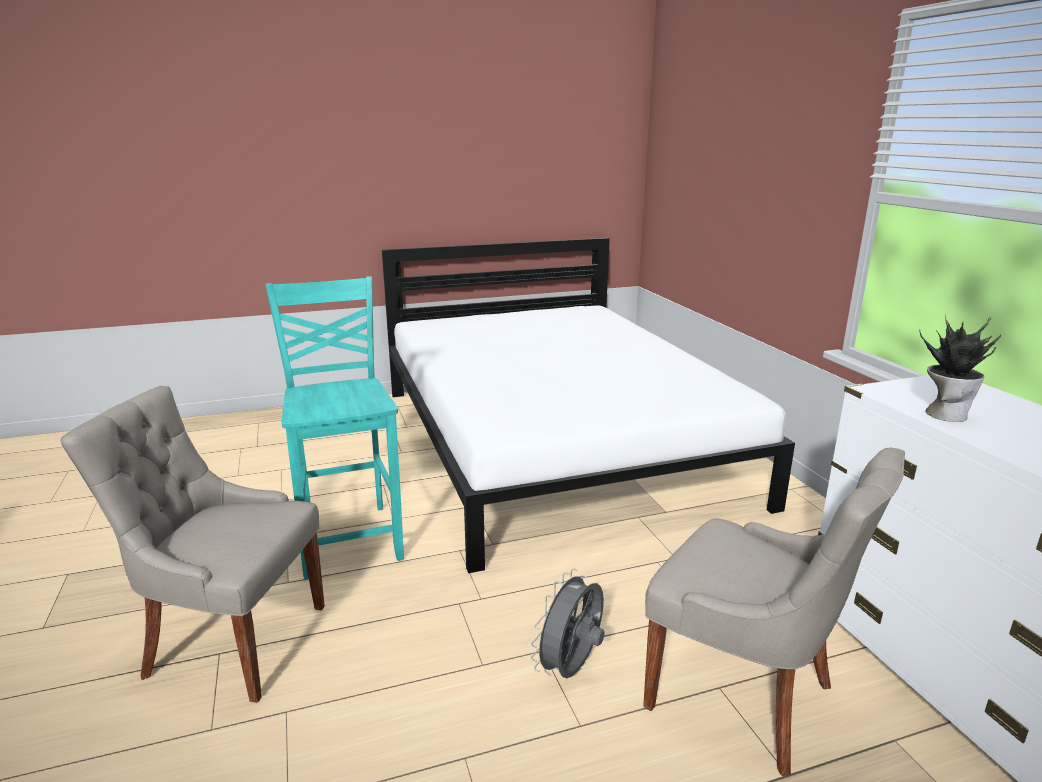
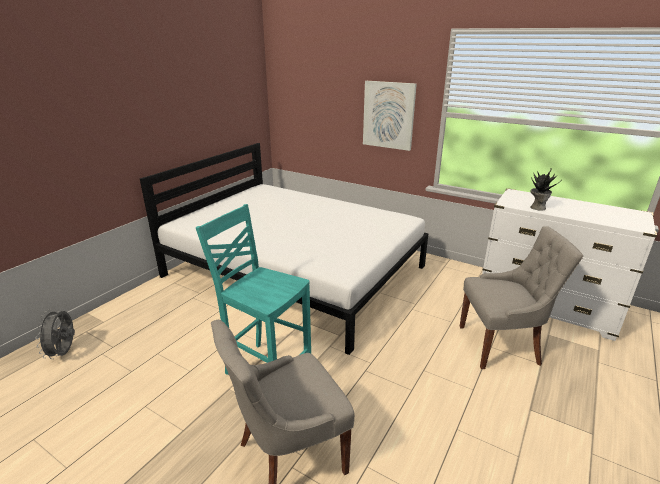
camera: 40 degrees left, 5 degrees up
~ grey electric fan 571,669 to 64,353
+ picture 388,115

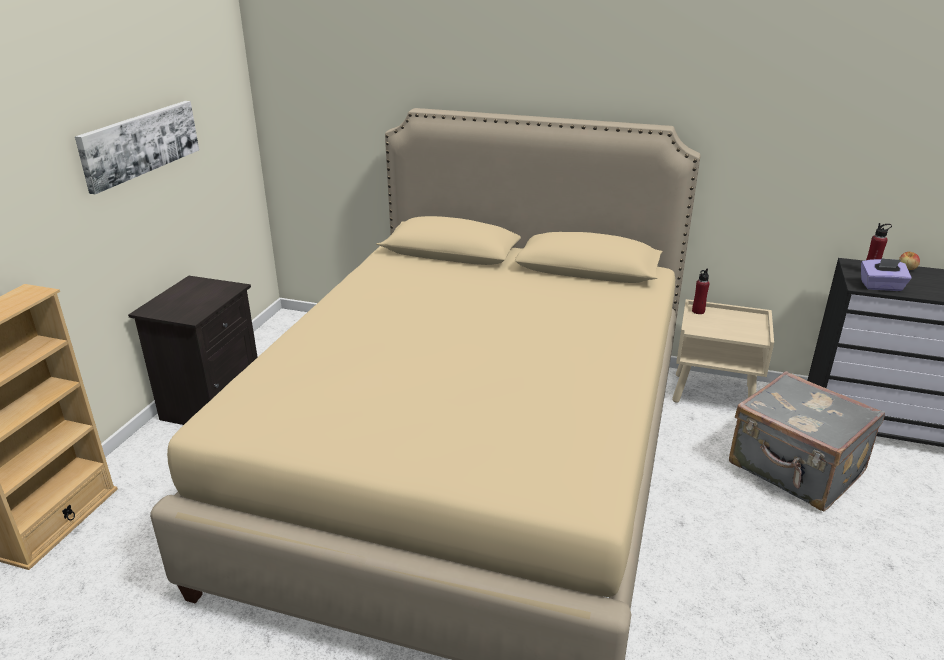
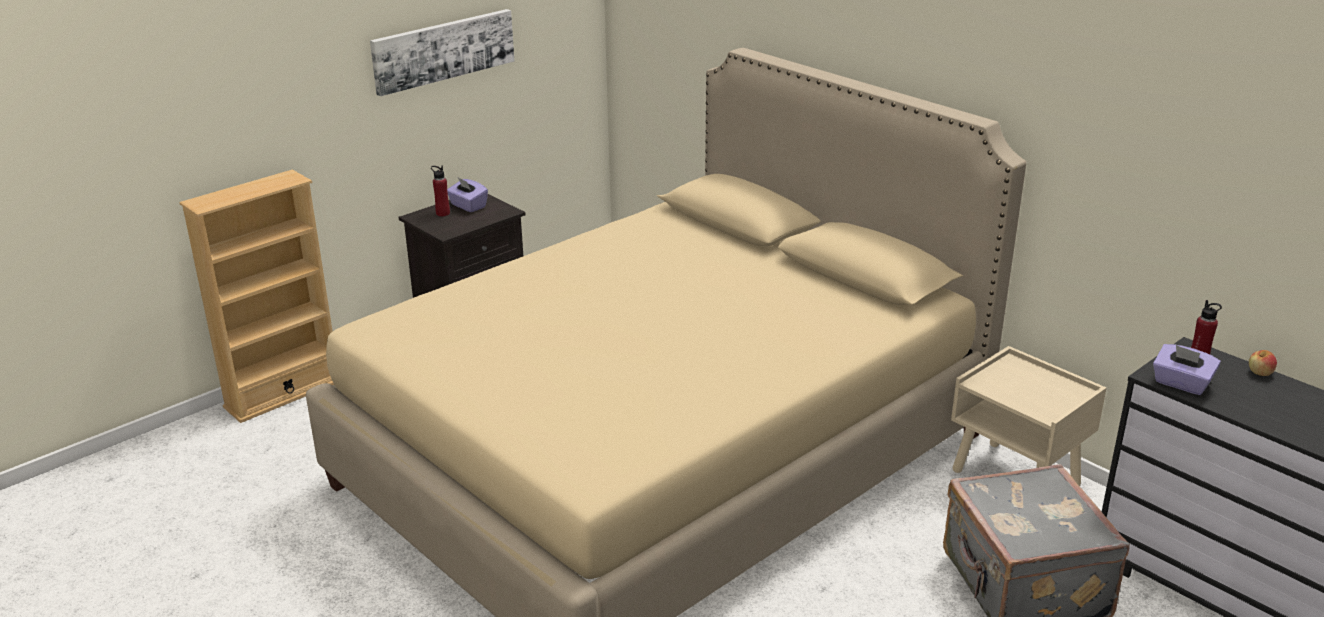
camera: 30 degrees right, 0 degrees up
~ reddish beverage bottle 698,311 to 442,213
+ purplish tissue holder 468,206

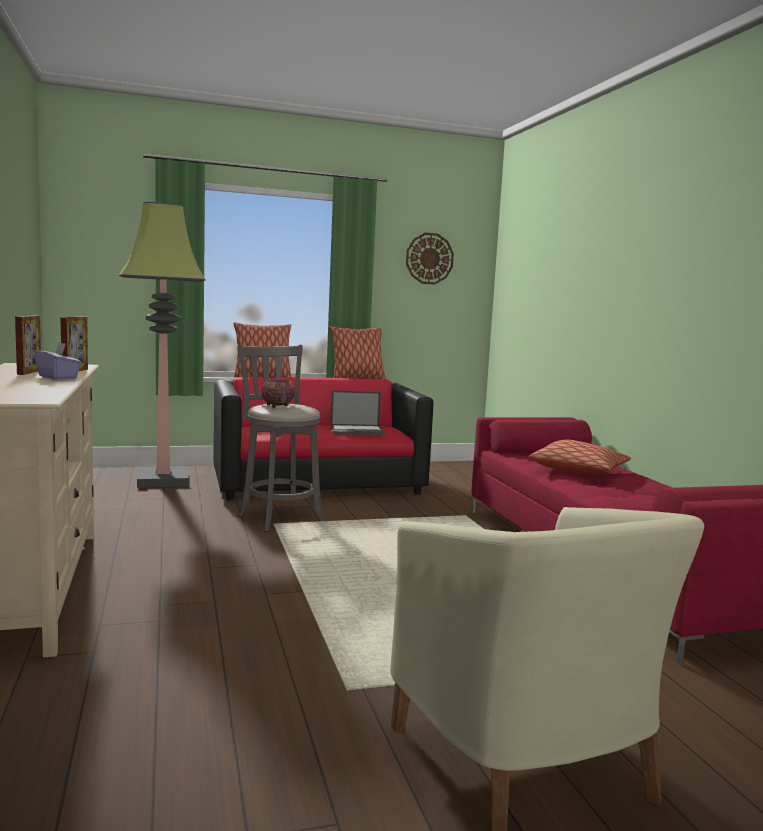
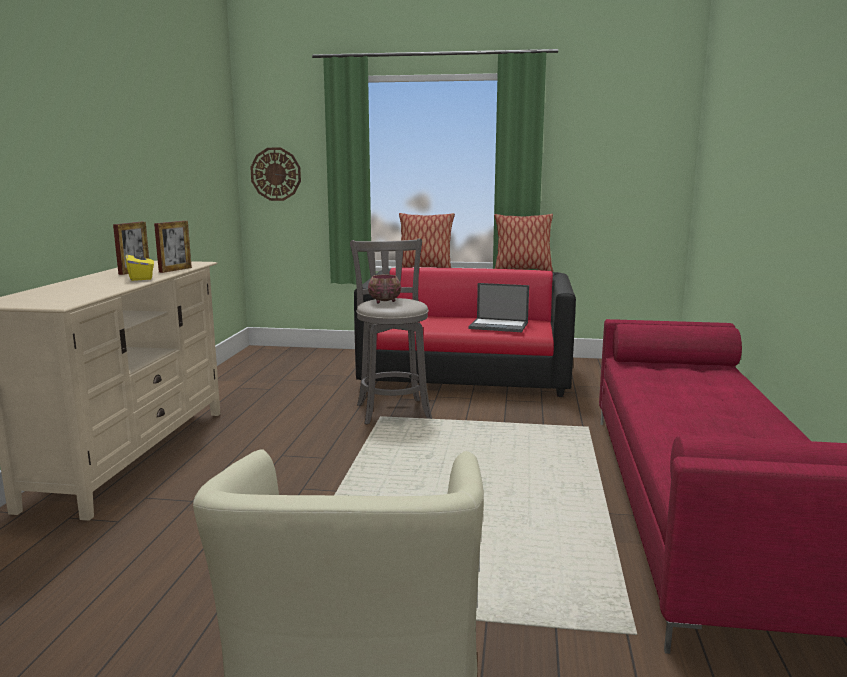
camera: 25 degrees right, 5 degrees up
~ purplish tissue holder 58,377 to yellowish tissue holder 141,278
- standard lamp 164,480
~ hanging clock 429,258 to 276,174
- pillow 579,470

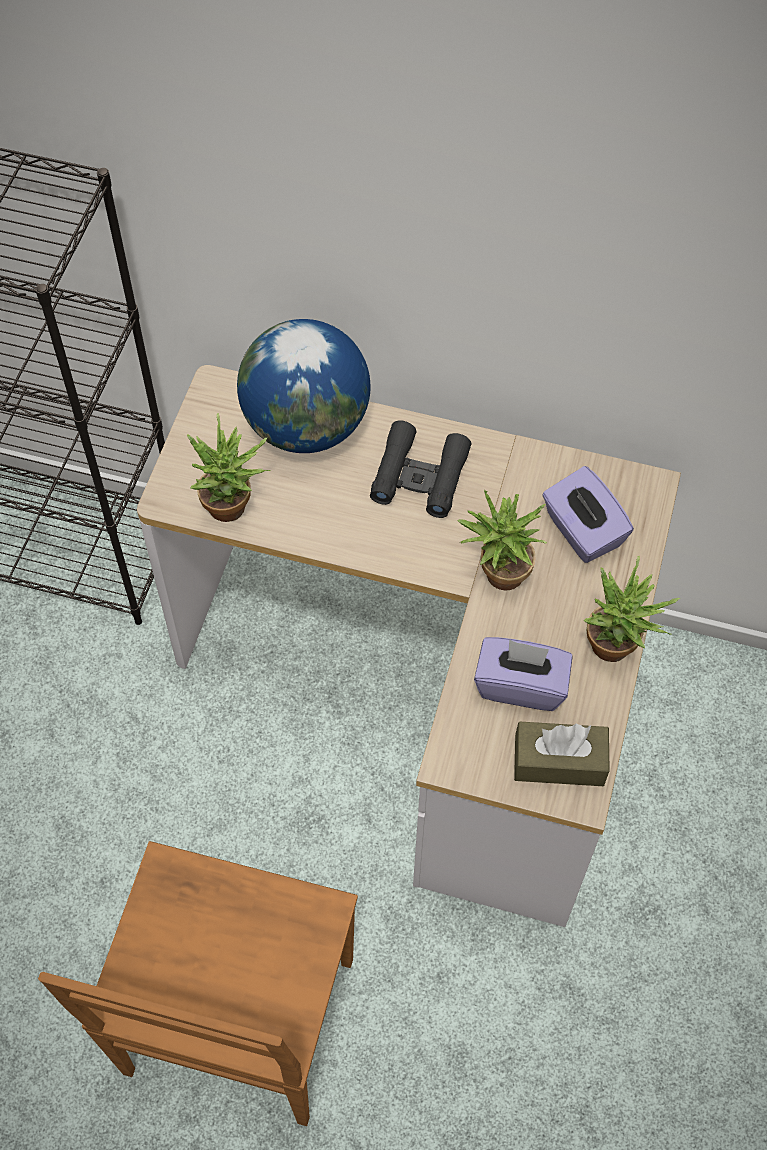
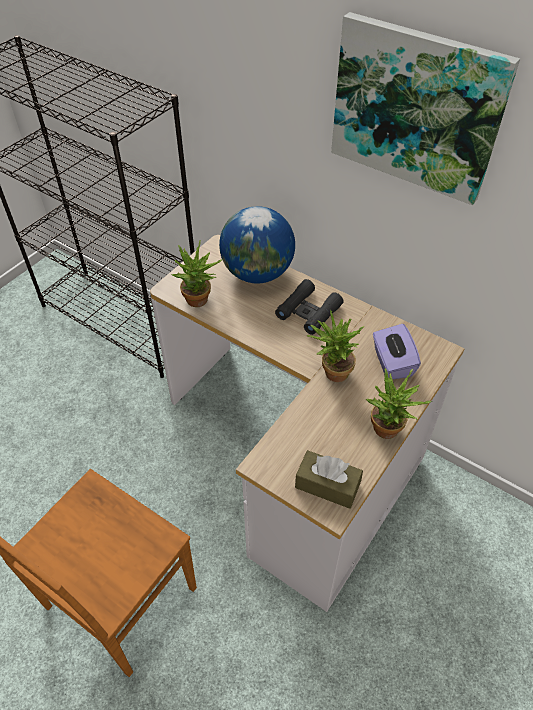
camera: 20 degrees right, 10 degrees down
- purplish tissue holder 520,685
+ picture 416,108

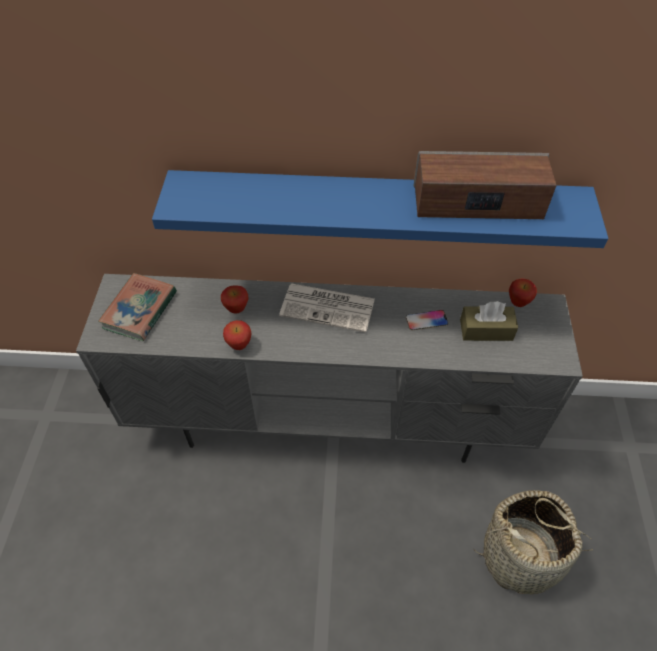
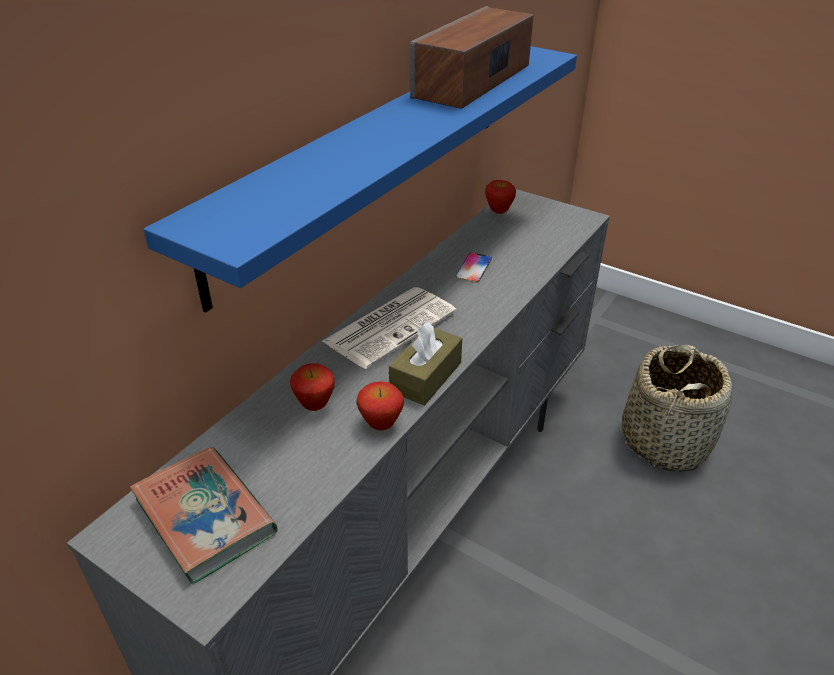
camera: 60 degrees left, 15 degrees down
~ brown-coloured tissue holder 486,330 to 426,377

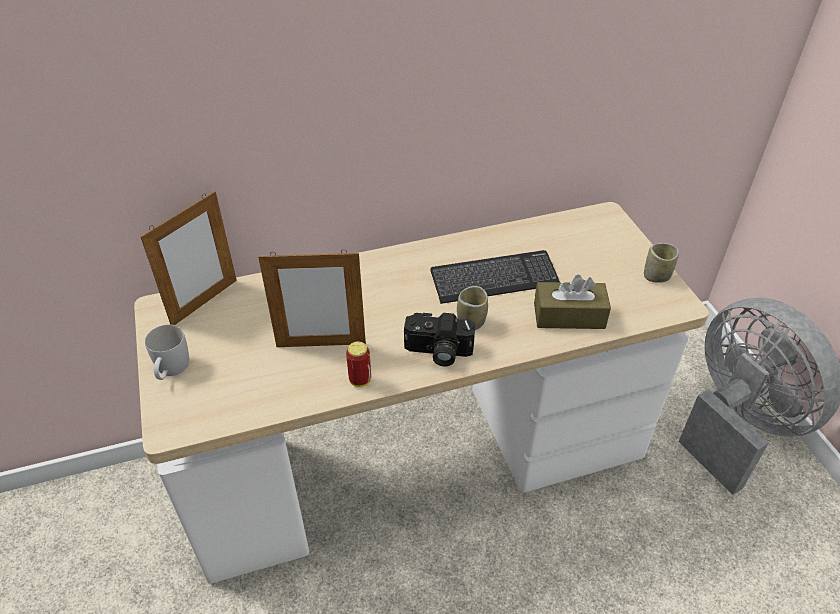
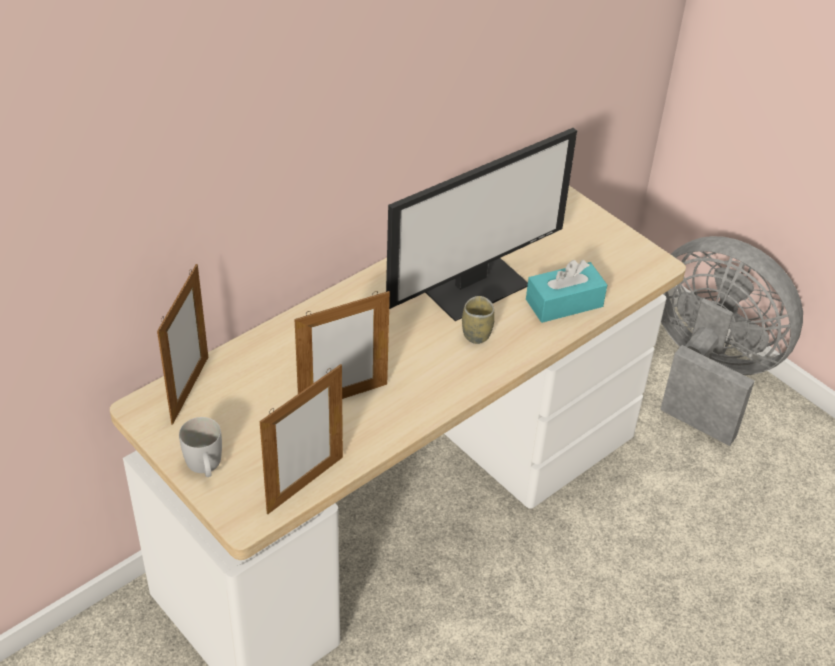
camera: 25 degrees left, 0 degrees up
- sealed can 360,380
- still camera 438,352
~ keyboard 494,279 to monitor 475,285
~ brown-coloured tissue holder 569,316 to turquoise tissue holder 564,303
- cup 656,276
+ standing frame 305,484

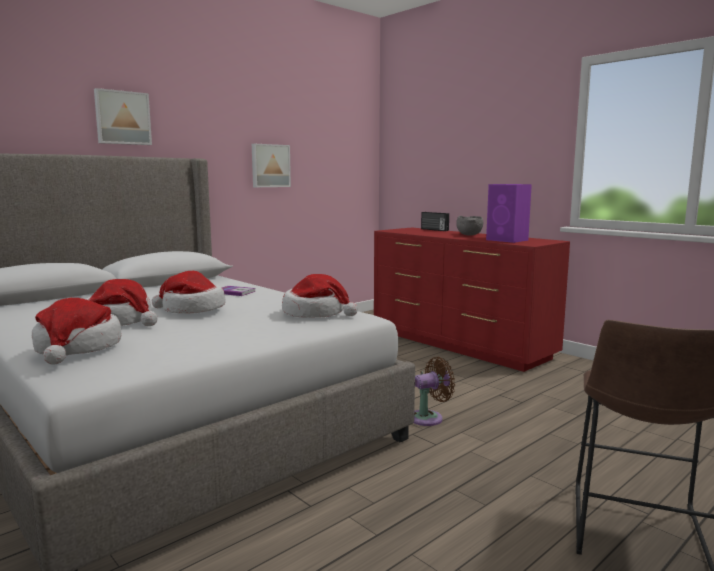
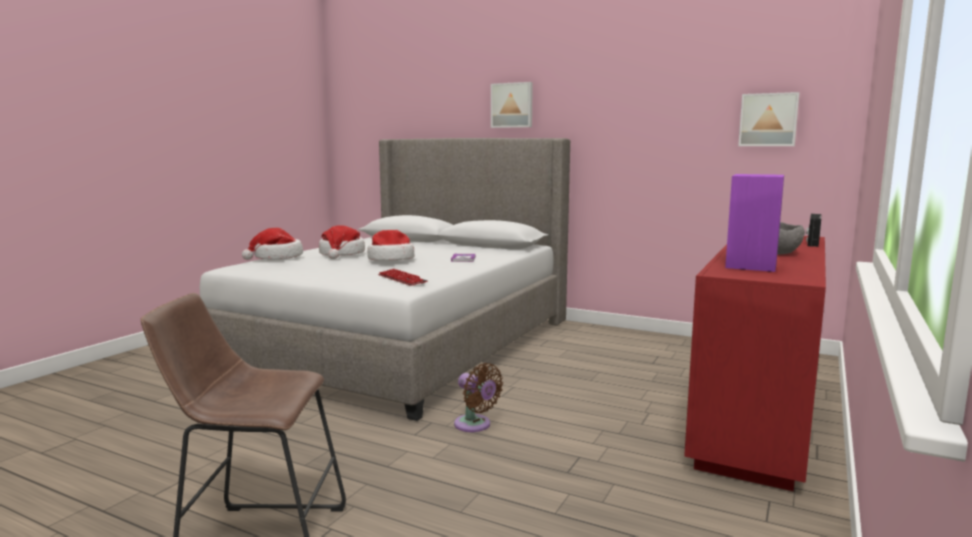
camera: 70 degrees right, 0 degrees up
~ picture 270,166 to 768,120
~ wearable hat 315,313 to keyboard 402,279

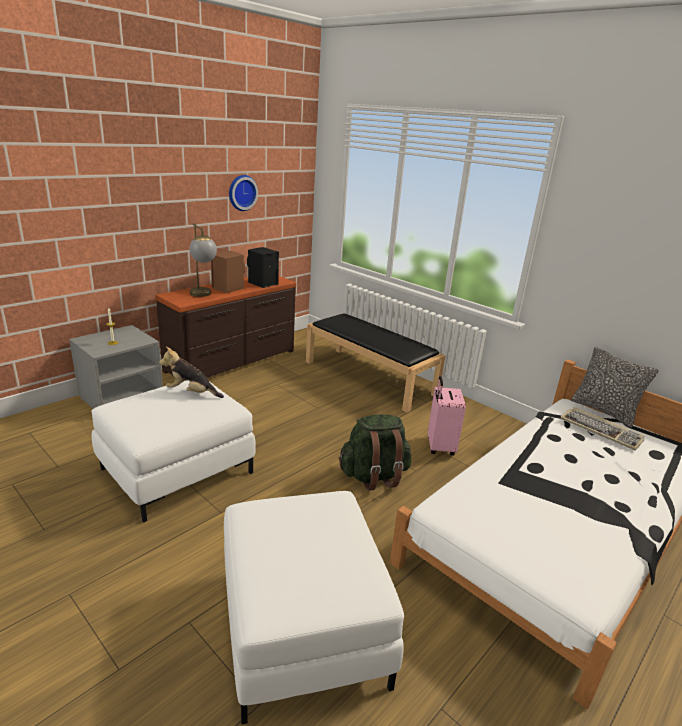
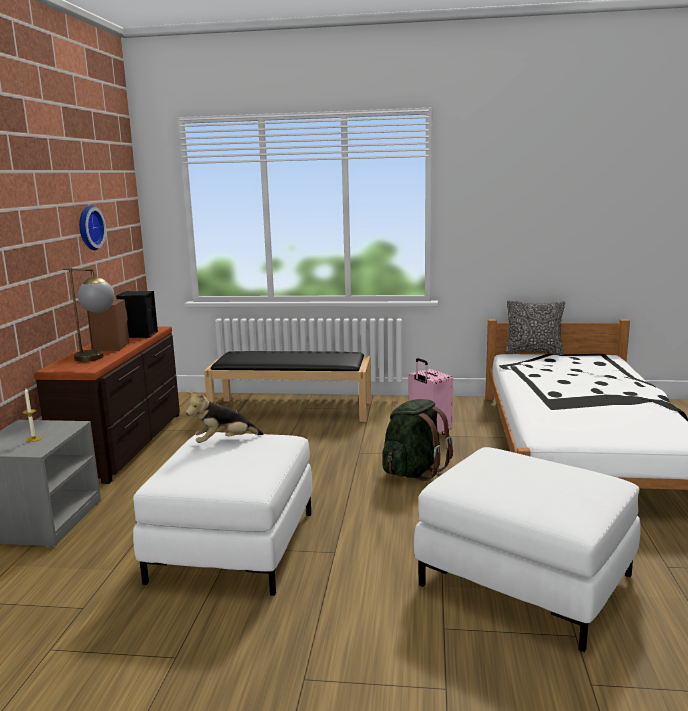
camera: 35 degrees left, 10 degrees down
- keyboard 601,430

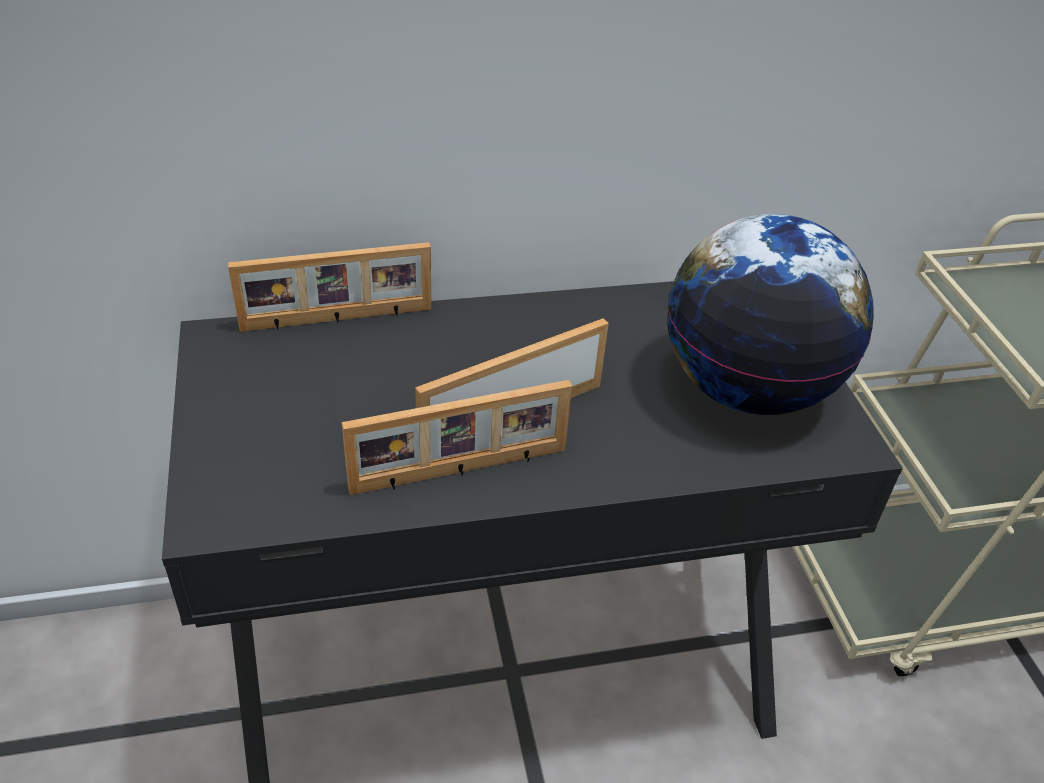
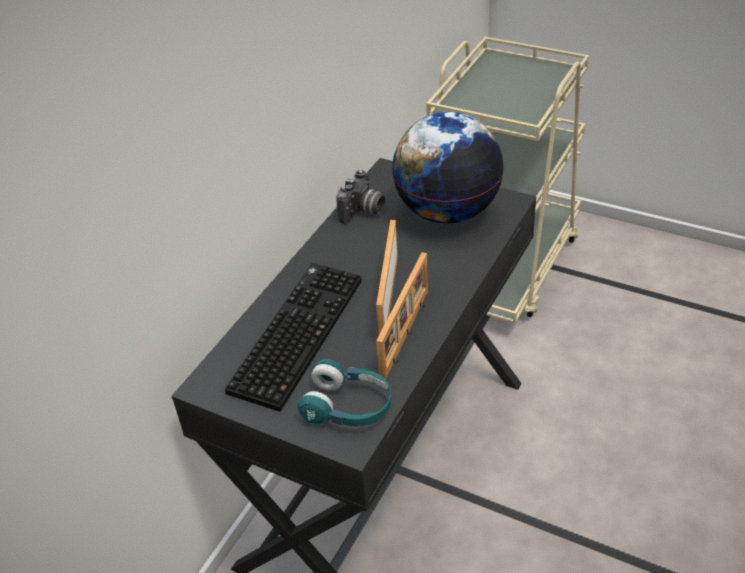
camera: 45 degrees left, 0 degrees up
- standing frame 337,319
+ keyboard 295,332
+ turquoise pair of headphones 348,407
+ still camera 363,212

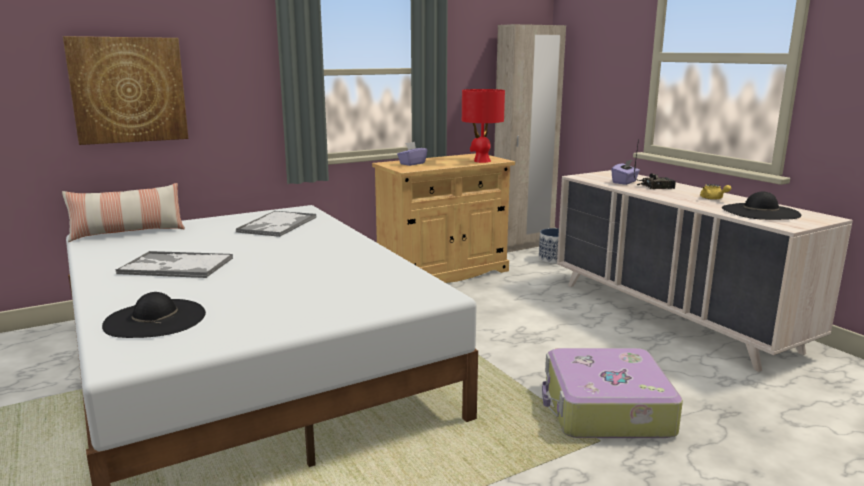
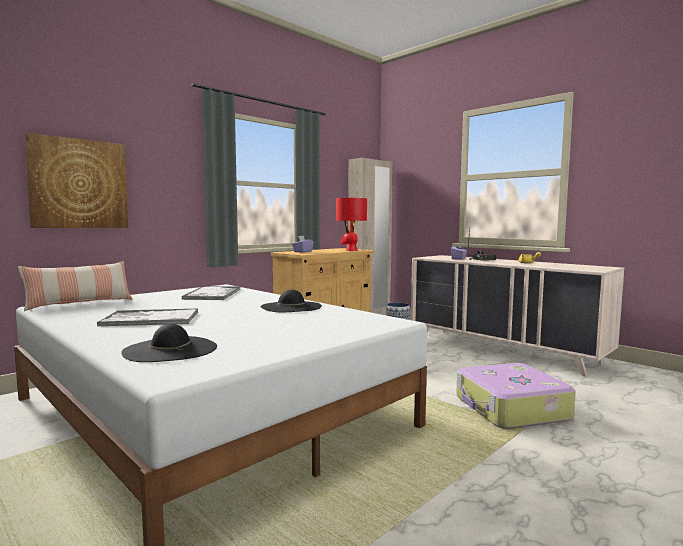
camera: 15 degrees left, 10 degrees down
~ blackish wearable hat 760,212 to 291,307

